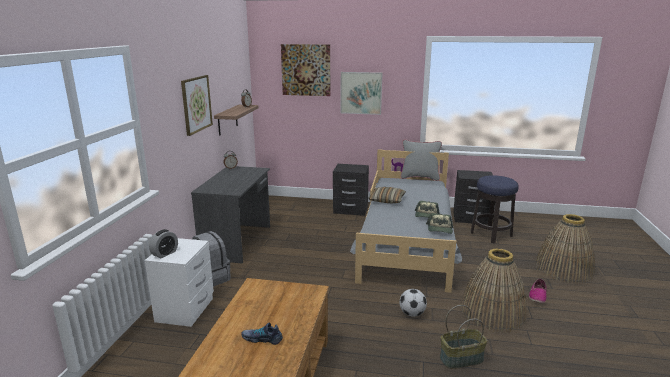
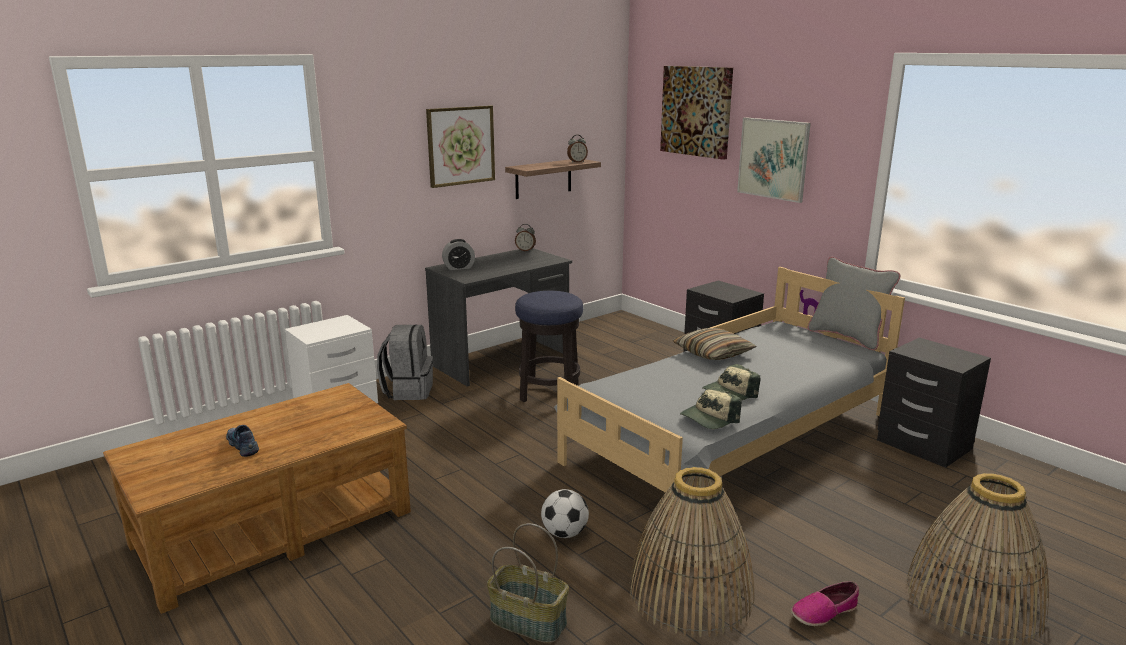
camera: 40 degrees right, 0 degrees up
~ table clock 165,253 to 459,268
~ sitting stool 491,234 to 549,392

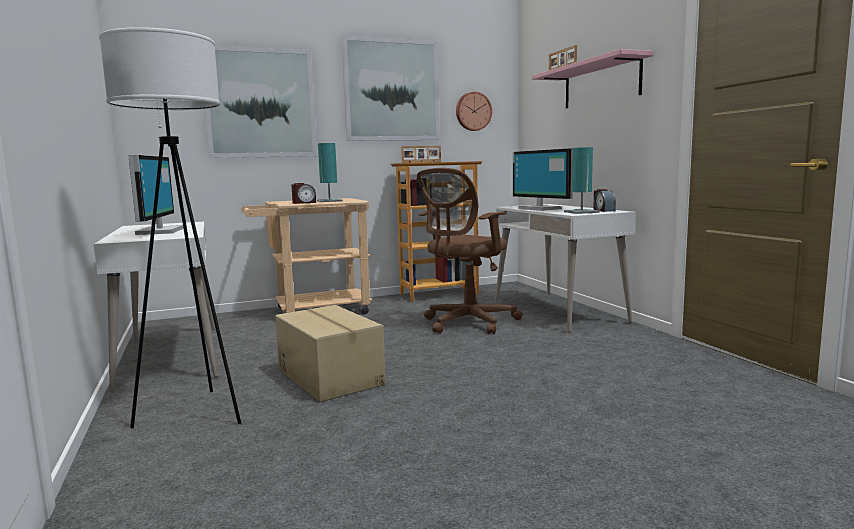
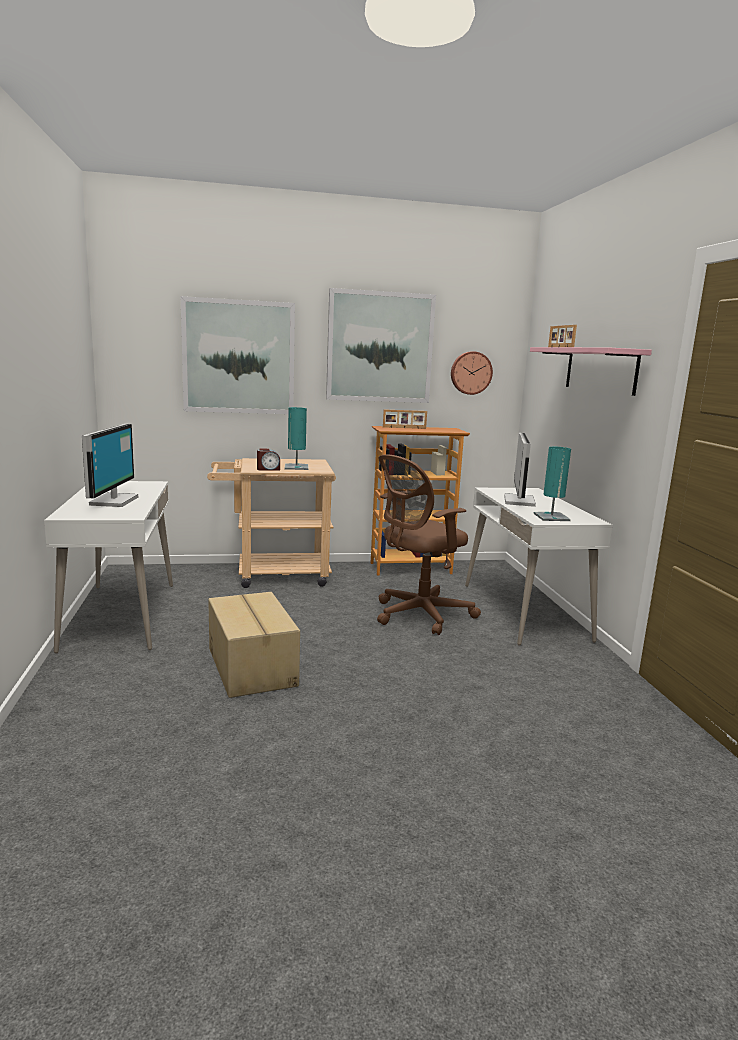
camera: 10 degrees right, 5 degrees up
- whitish standard lamp 196,413
~ monitor 541,208 = 517,501 150 degrees counterclockwise
- table clock 603,210

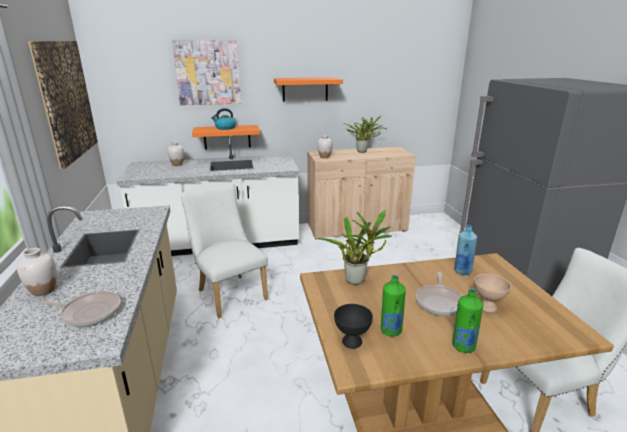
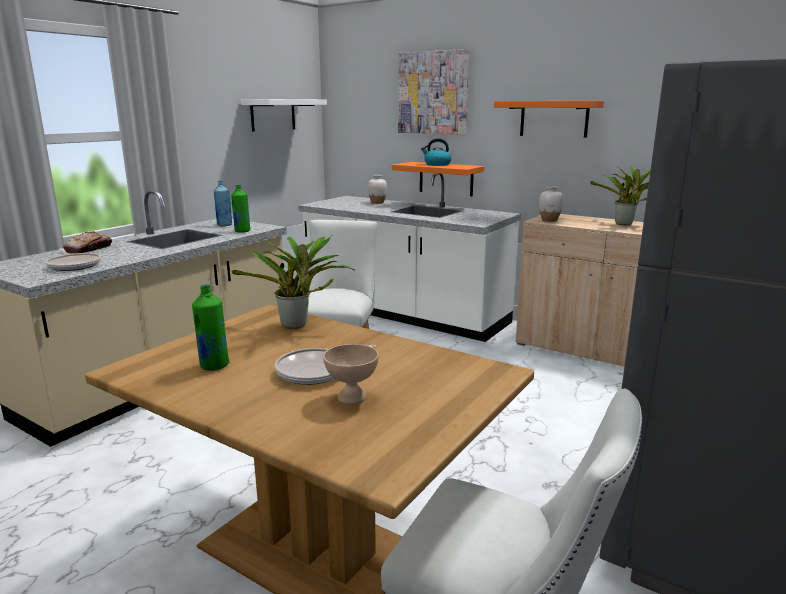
camera: 45 degrees right, 5 degrees down
~ whitish flower vase 44,290 to bread 89,249
~ picture 66,100 to whitish wall shelf 273,114
- blackish serving bowl 351,341
~ green beverage bottle 463,346 to 242,231
~ blue-coloured beverage bottle 462,271 to 224,225

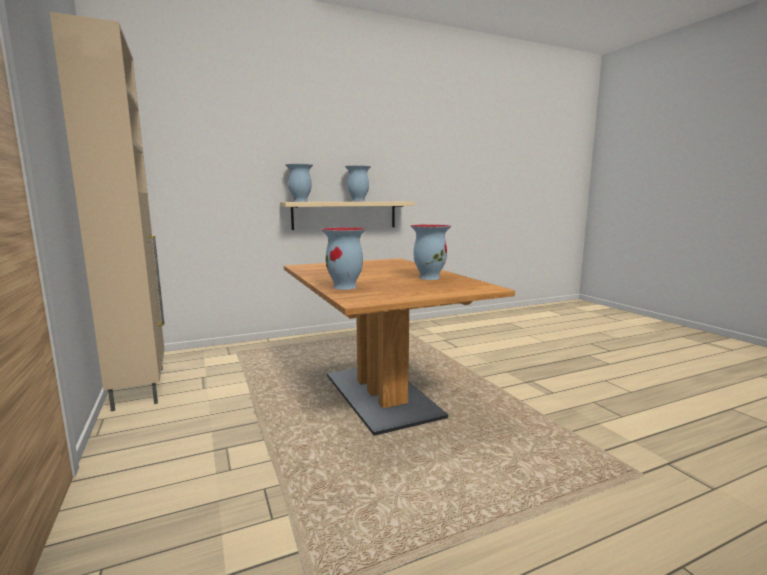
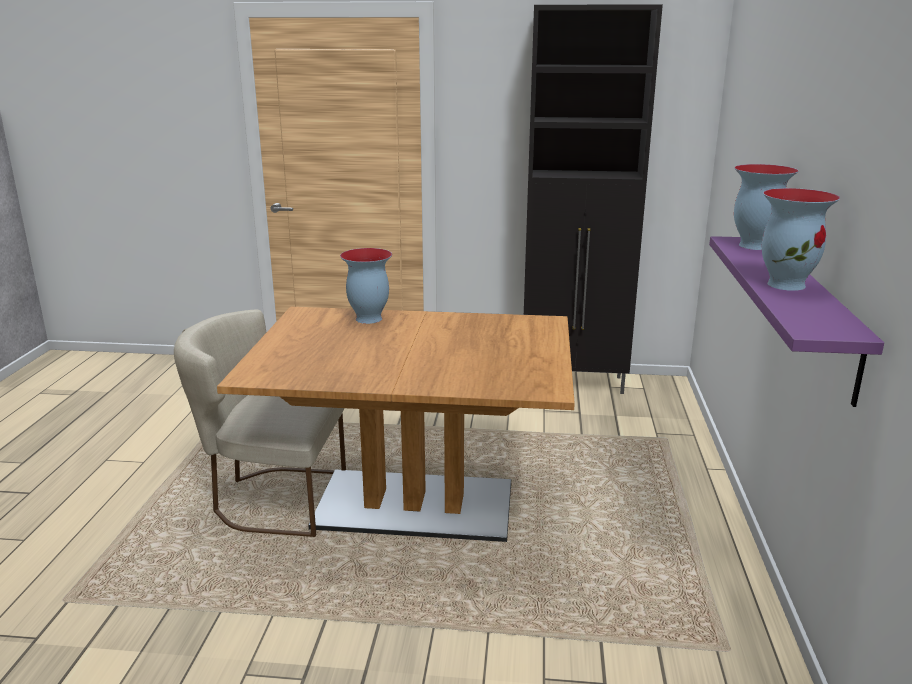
camera: 120 degrees right, 10 degrees up
~ beige storage cabinet 140,387 to blackish storage cabinet 574,383
~ beige wall shelf 345,215 to purplish wall shelf 810,312
- flower vase 429,277
+ beige chair 271,499

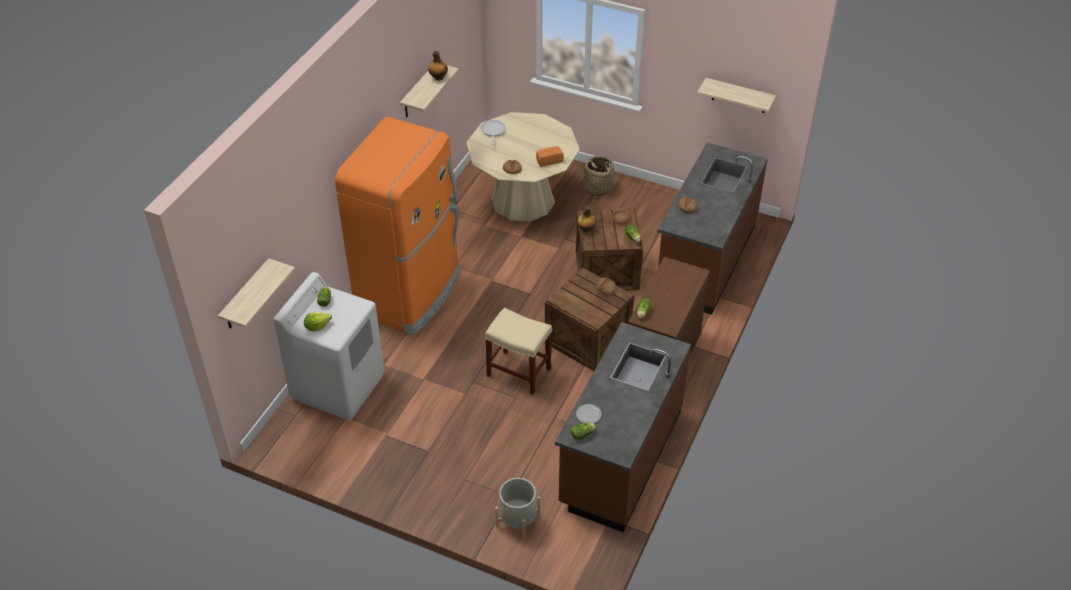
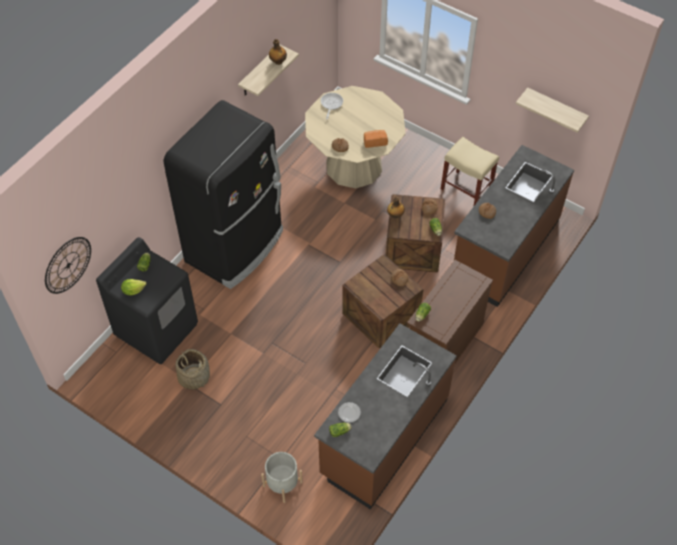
camera: 10 degrees right, 10 degrees up
~ wall shelf 246,296 to hanging clock 68,265
~ whitish washing machine 338,386 to blackish washing machine 157,329
~ orange fridge 410,293 to blackish fridge 236,246
~ beige sitting stool 519,372 to 467,189
~ basket 597,188 to 194,377

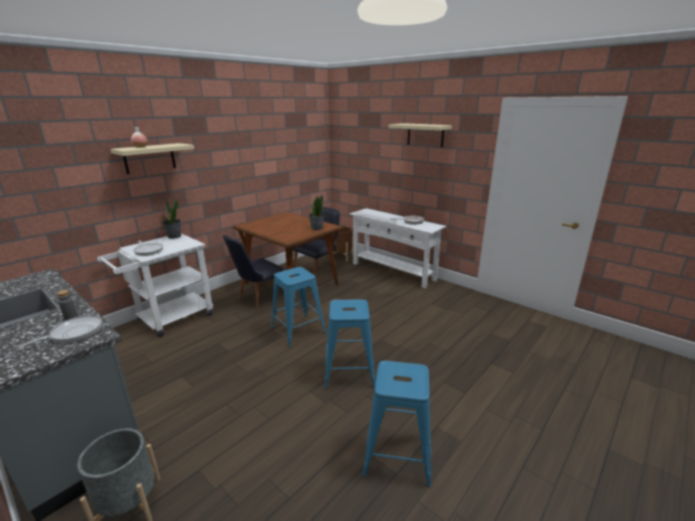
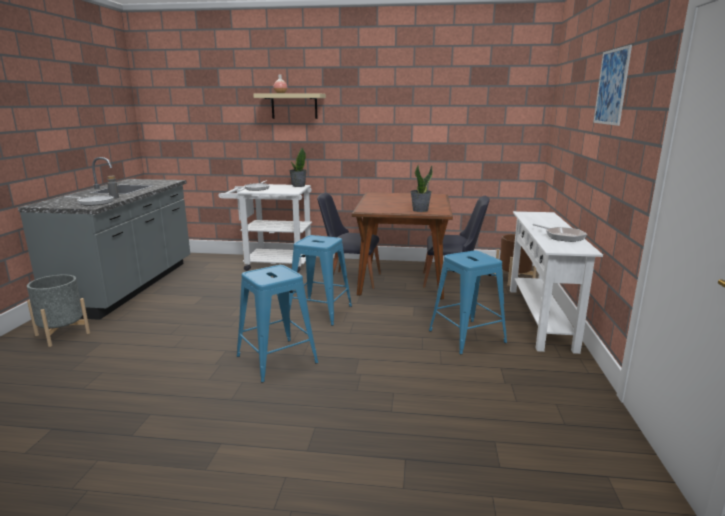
camera: 55 degrees right, 5 degrees down
~ blue-coloured sitting stool 397,453 to 466,336
~ beige wall shelf 425,135 to picture 611,87

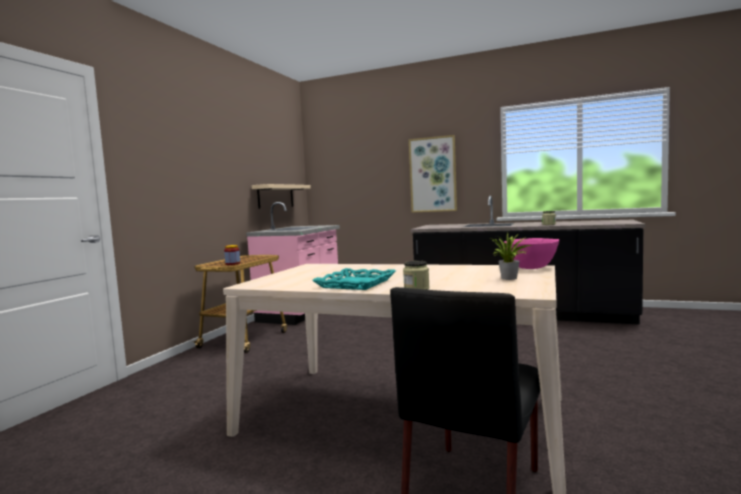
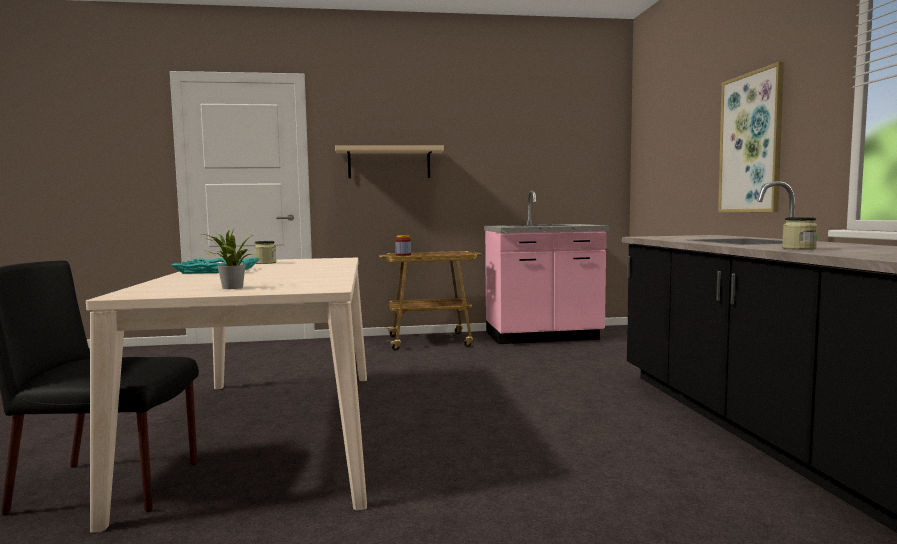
camera: 60 degrees right, 0 degrees up
~ beige wall shelf 275,196 to 389,163
~ jar 416,289 to 265,263
- pinkish serving bowl 531,267

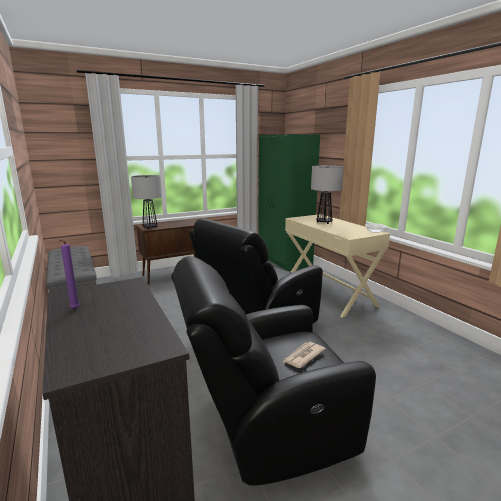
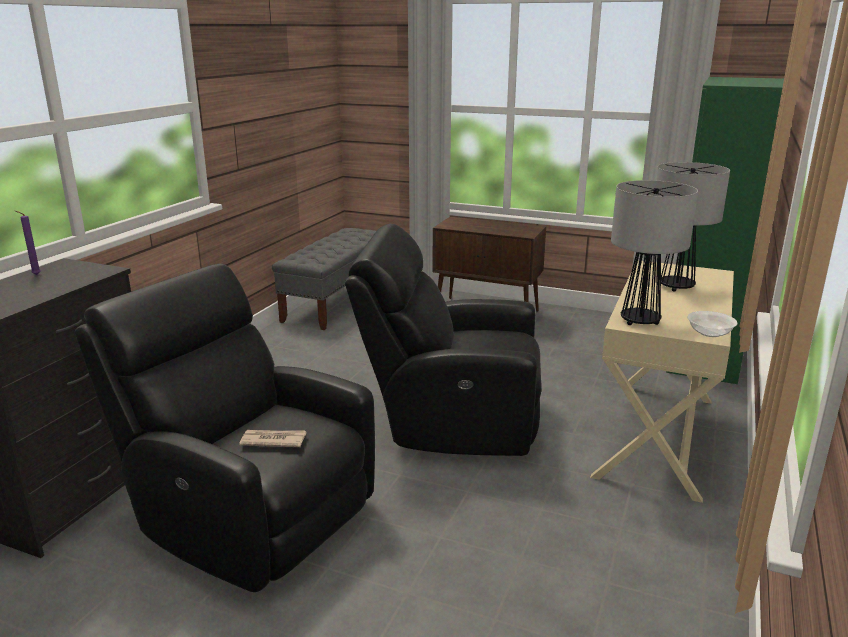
camera: 50 degrees right, 5 degrees up
~ table lamp 150,227 to 640,321

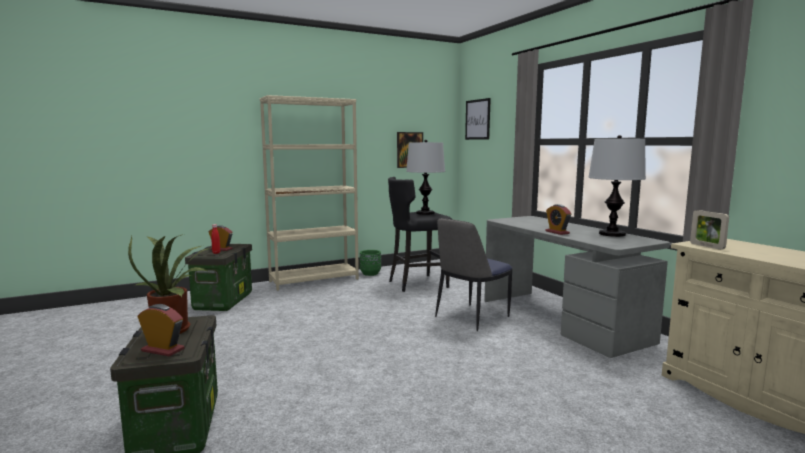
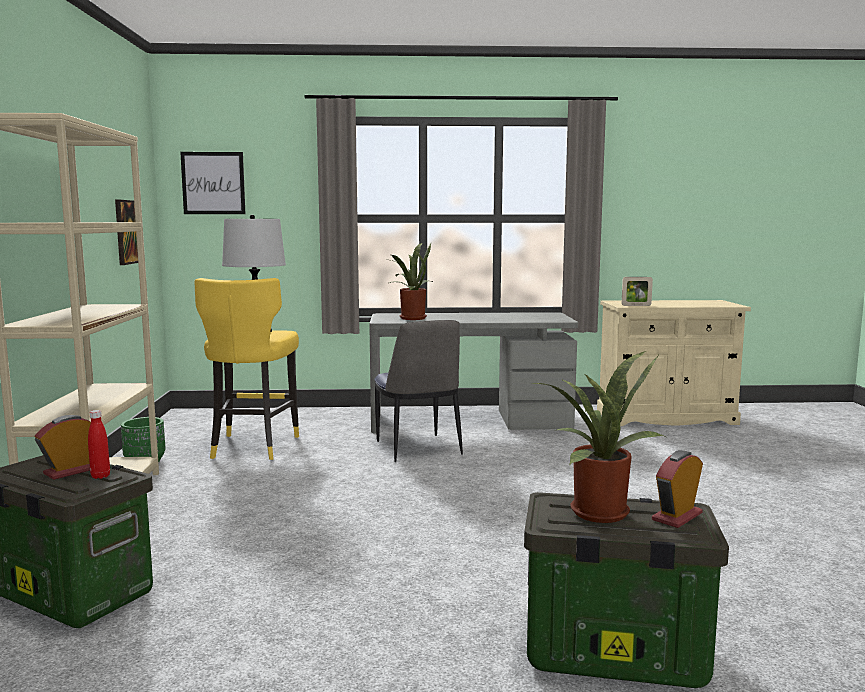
camera: 65 degrees left, 0 degrees up
~ blackish sitting stool 417,284 to yellowish sitting stool 252,447
- table clock 557,232
- table lamp 612,234
+ potted plant 410,318

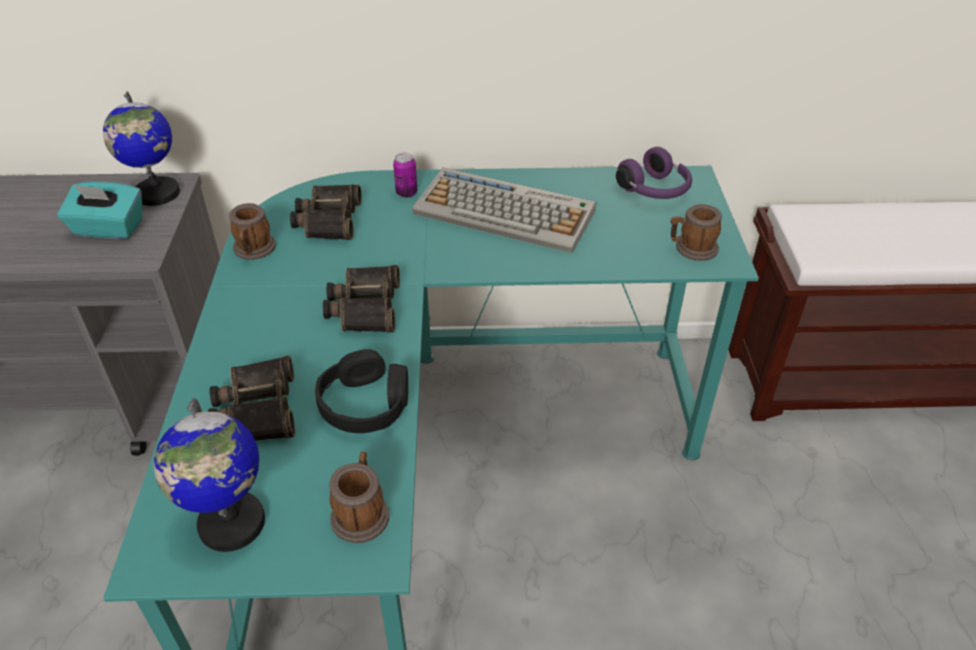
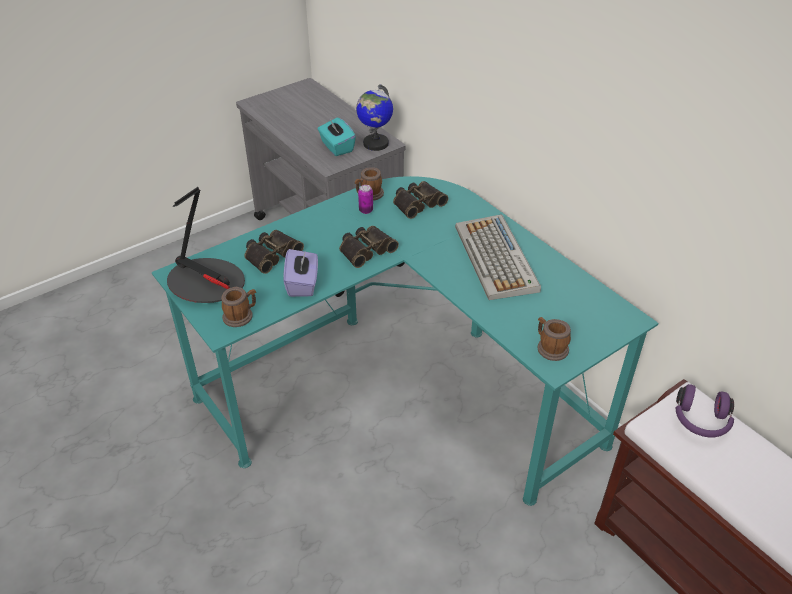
camera: 55 degrees right, 0 degrees up
~ desk globe 231,524 to table lamp 206,283
~ blackish pair of headphones 365,404 to purplish tissue holder 302,284
~ sealed can 406,193 to 366,210
~ purplish pair of headphones 655,190 to 700,421

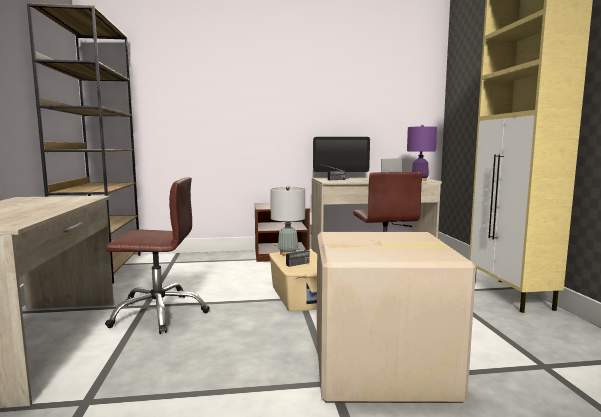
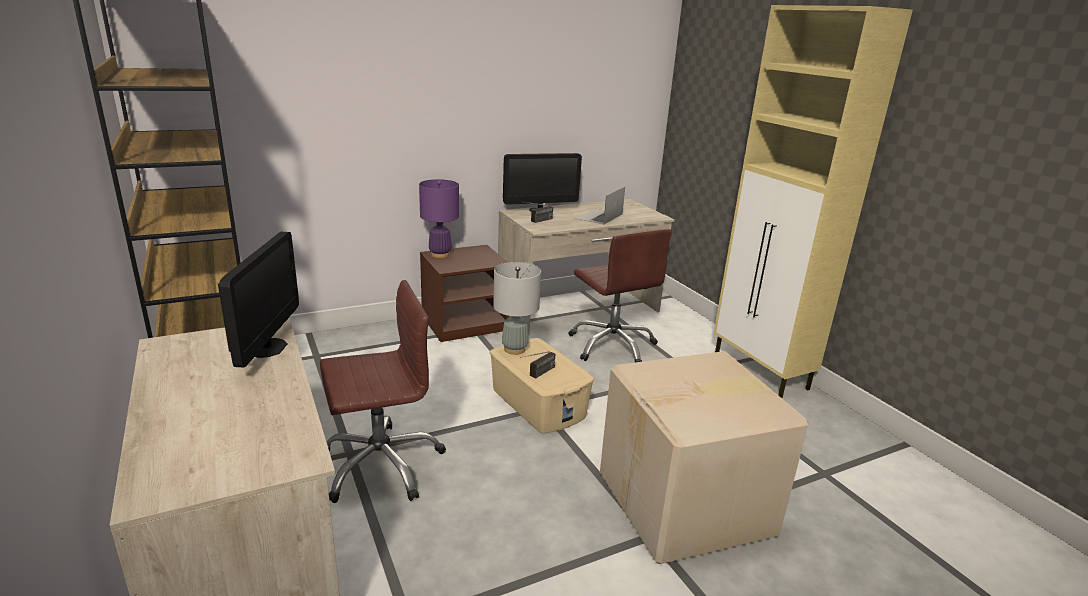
camera: 20 degrees left, 15 degrees up
~ purplish table lamp 419,180 to 440,254
+ monitor 267,348

